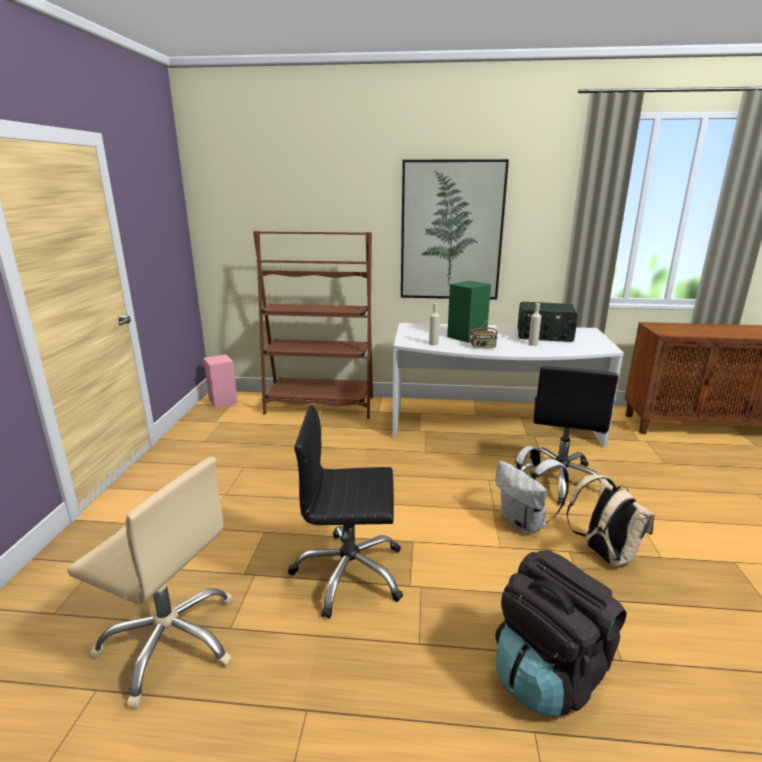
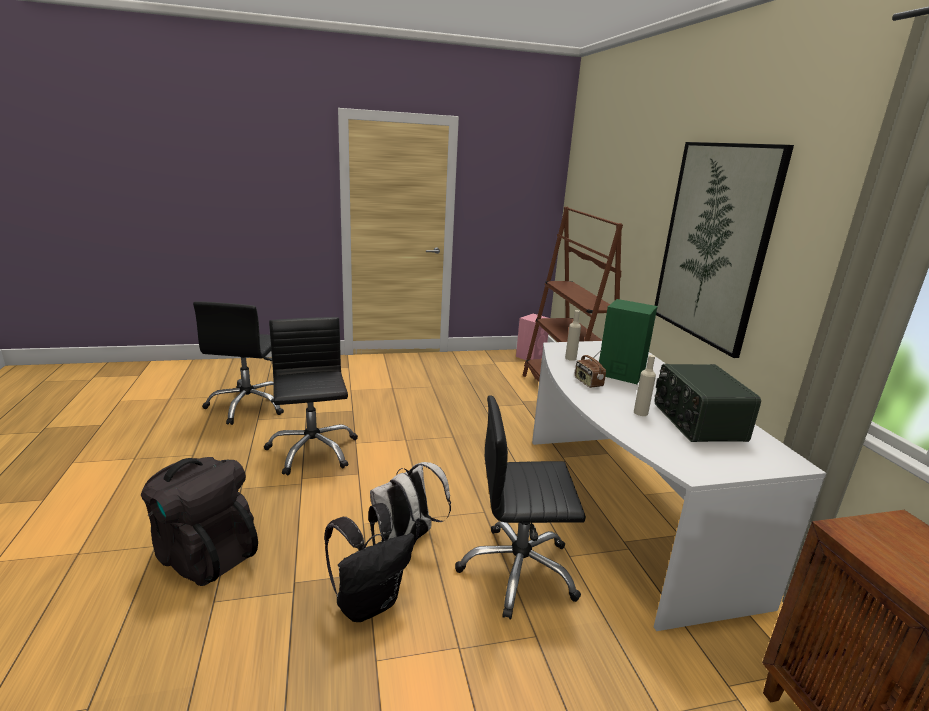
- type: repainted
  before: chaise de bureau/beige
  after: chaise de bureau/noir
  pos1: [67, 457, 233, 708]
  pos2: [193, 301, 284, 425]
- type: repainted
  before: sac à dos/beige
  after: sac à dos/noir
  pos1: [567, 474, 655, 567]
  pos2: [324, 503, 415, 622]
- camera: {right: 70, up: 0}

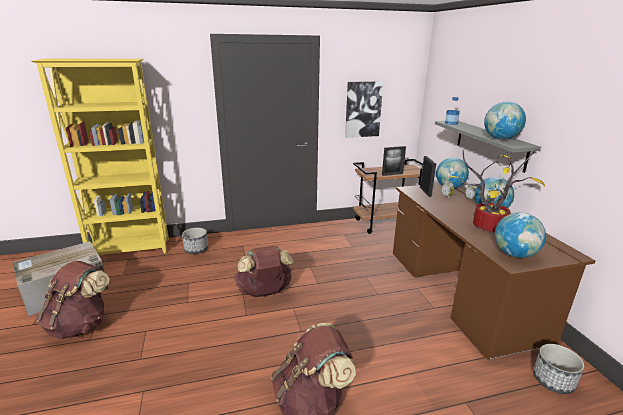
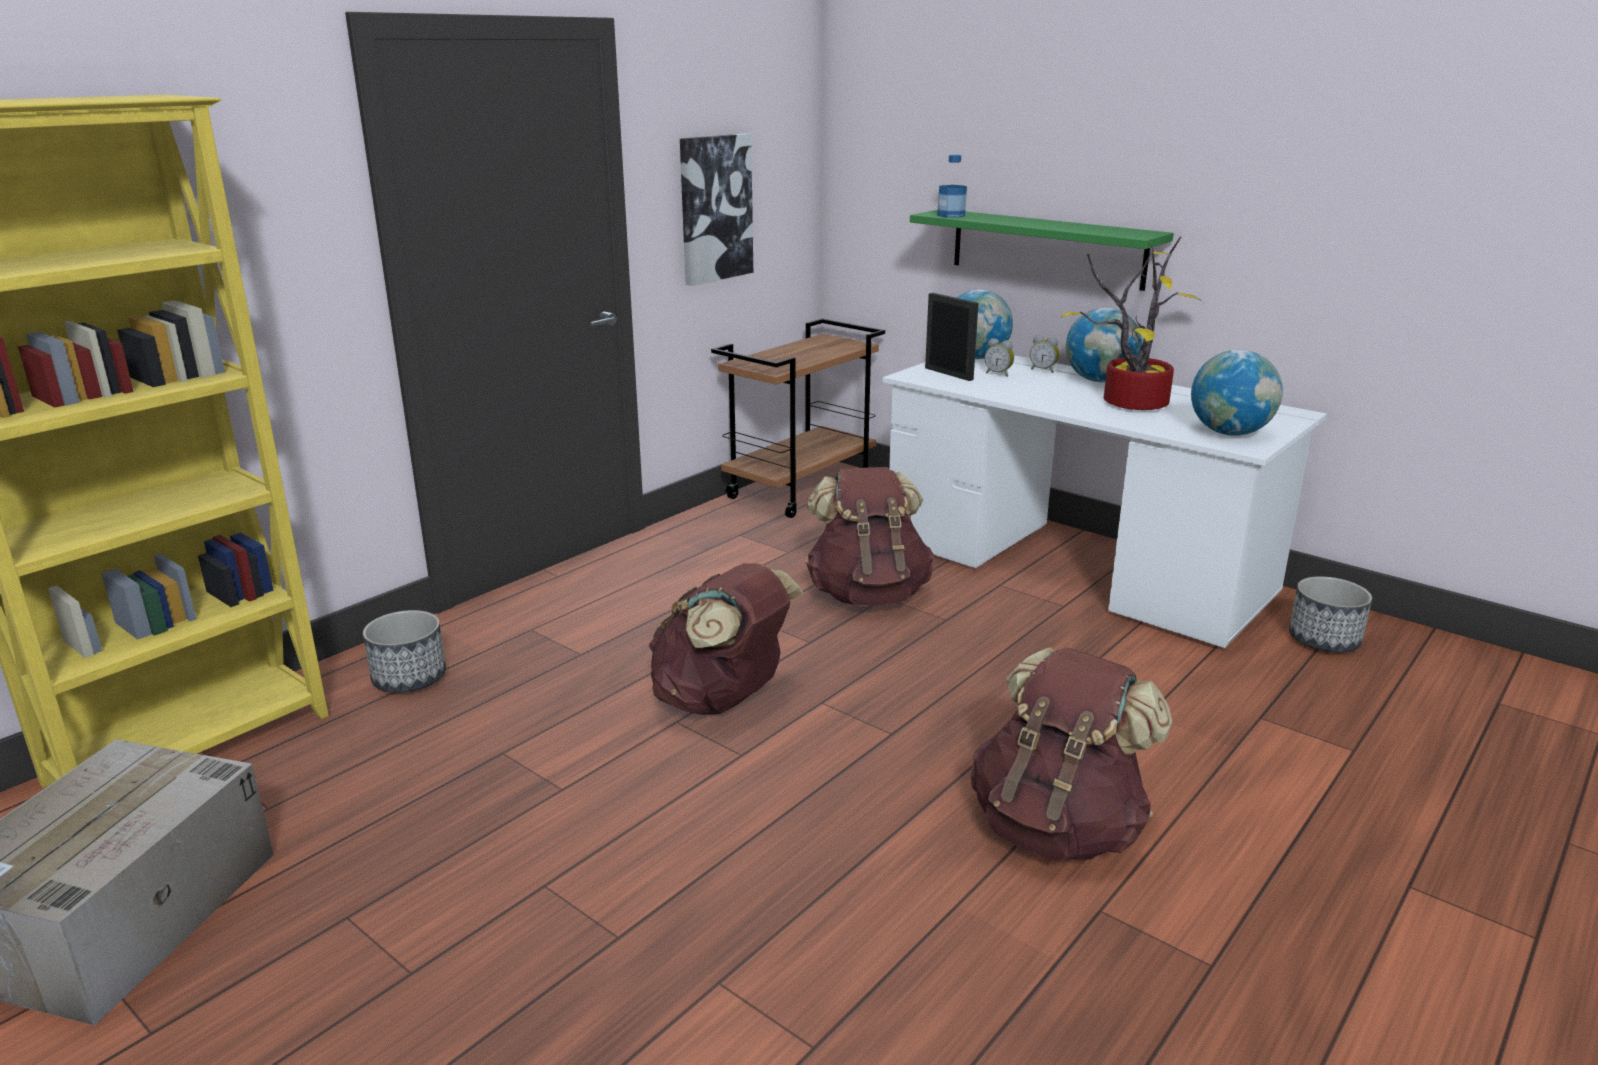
- type: gone
  before: globe
  pos1: [484, 102, 526, 140]
- type: repainted
  before: étagère/gris
  after: étagère/vert
  pos1: [435, 121, 541, 173]
  pos2: [910, 210, 1174, 291]
- type: gone
  before: cadre photo
  pos1: [382, 146, 406, 176]
- type: repainted
  before: bureau/marron
  after: bureau/blanc
  pos1: [393, 183, 596, 360]
  pos2: [883, 355, 1327, 648]
- type: shifted
  before: sac à dos/marron
  pos1: [36, 261, 110, 340]
  pos2: [805, 467, 934, 606]
- camera: {right: -35, up: 0}

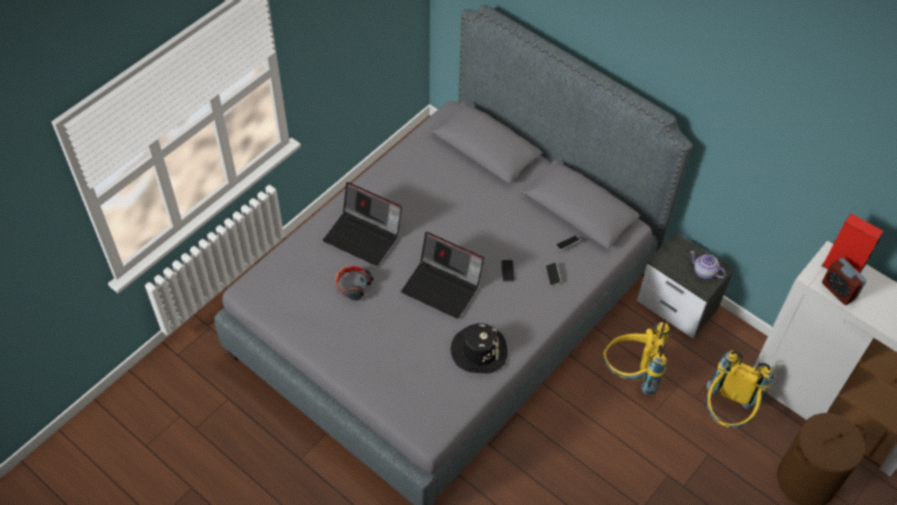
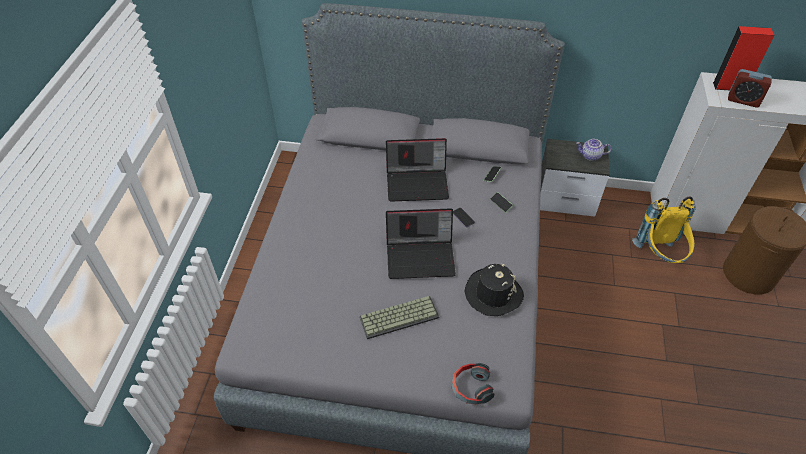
- type: shifted
  before: ordinateur portable
  pos1: [323, 182, 402, 266]
  pos2: [386, 138, 449, 202]
- type: shifted
  before: casque audio
  pos1: [335, 266, 373, 301]
  pos2: [452, 363, 495, 404]
- type: gone
  before: sac à dos/jaune
  pos1: [603, 322, 670, 395]
- type: new
  after: clavier
  pos2: [359, 296, 439, 339]
- camera: {right: -30, up: -5}

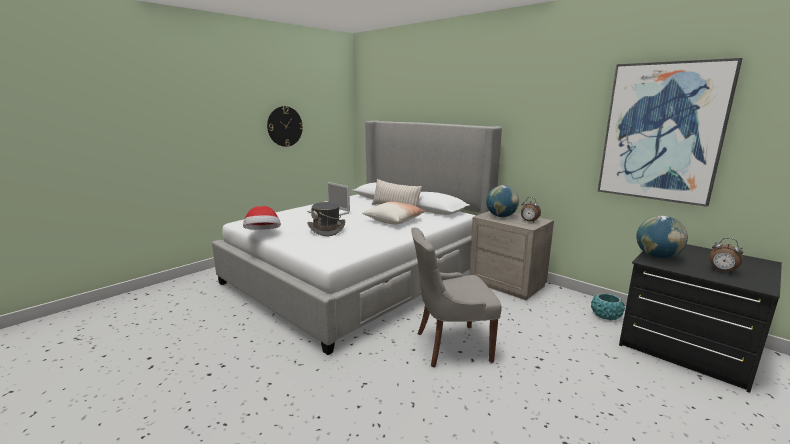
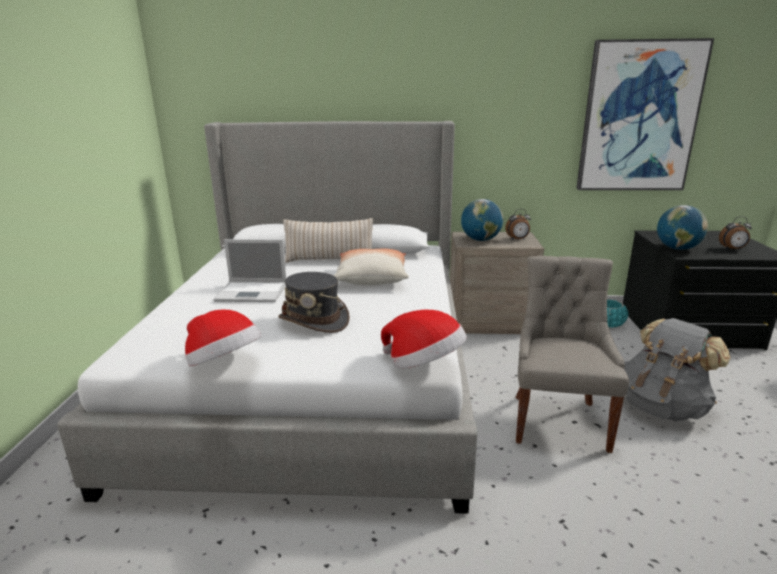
- type: gone
  before: horloge murale
  pos1: [267, 106, 303, 147]
- type: rotated
  before: chaise/gris
  pos1: [411, 228, 502, 367]
  pos2: [515, 256, 629, 453]
  turn: 150
- type: new
  after: chapeau
  pos2: [381, 310, 467, 368]
- type: new
  after: sac à dos/gris
  pos2: [624, 318, 731, 421]
- camera: {right: -40, up: 5}

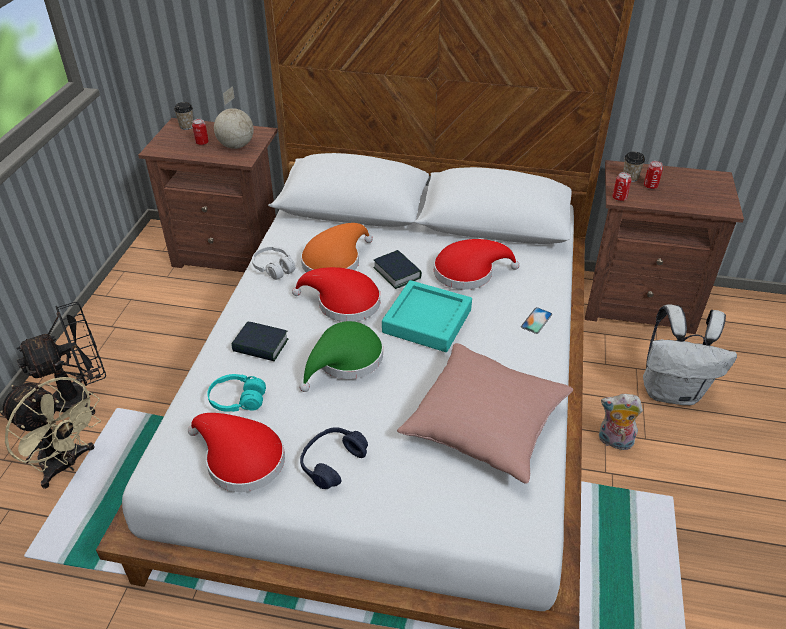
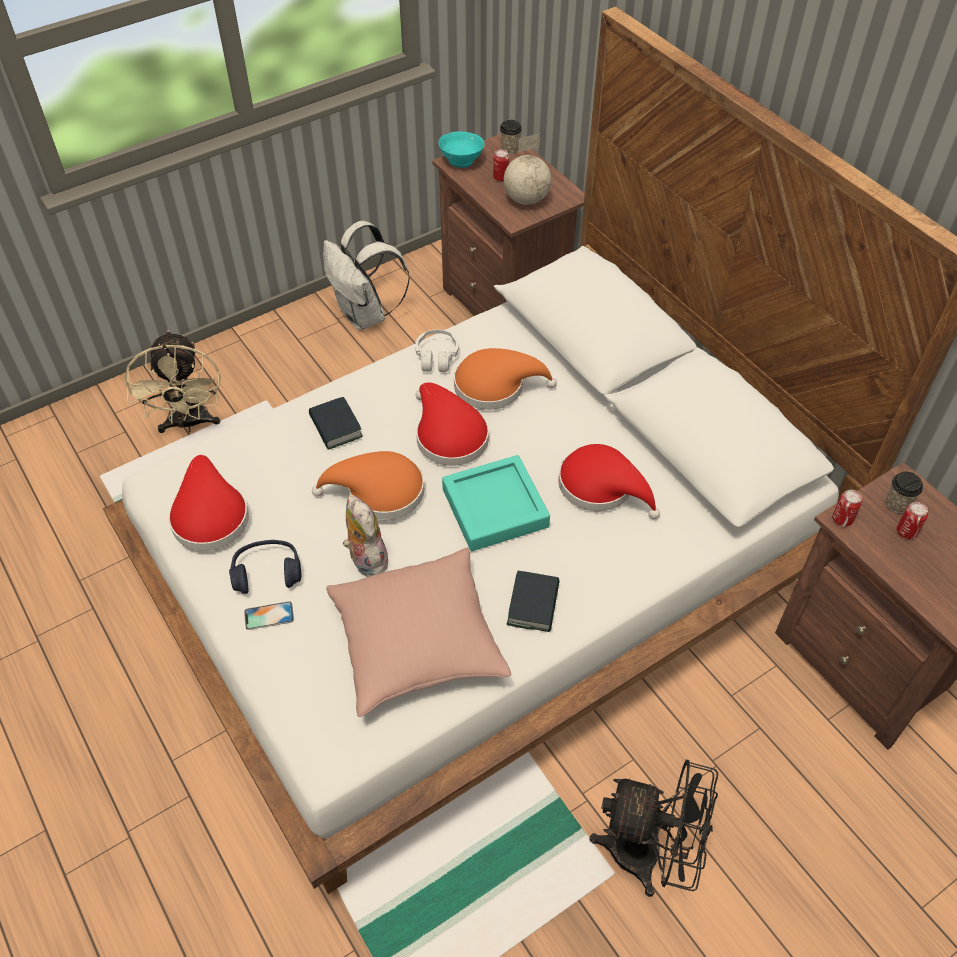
- type: shifted
  before: livre
  pos1: [373, 250, 422, 289]
  pos2: [507, 571, 560, 632]
- type: shifted
  before: ventilateur/noir
  pos1: [17, 302, 106, 415]
  pos2: [589, 760, 718, 897]
- type: shifted
  before: sac à dos/blanc
  pos1: [643, 304, 737, 405]
  pos2: [323, 221, 410, 330]
- type: shifted
  before: téléphone
  pos1: [521, 307, 552, 334]
  pos2: [244, 601, 294, 630]
- type: repainted
  before: chapeau/vert
  after: chapeau/orange
  pos1: [299, 321, 383, 392]
  pos2: [312, 451, 424, 520]
- type: gone
  before: casque audio/turquoise
  pos1: [207, 374, 266, 412]
- type: shifted
  before: peluche
  pos1: [599, 394, 643, 450]
  pos2: [343, 495, 388, 577]
- type: new
  after: bol/turquoise
  pos2: [439, 132, 485, 168]
- camera: {right: 45, up: 10}

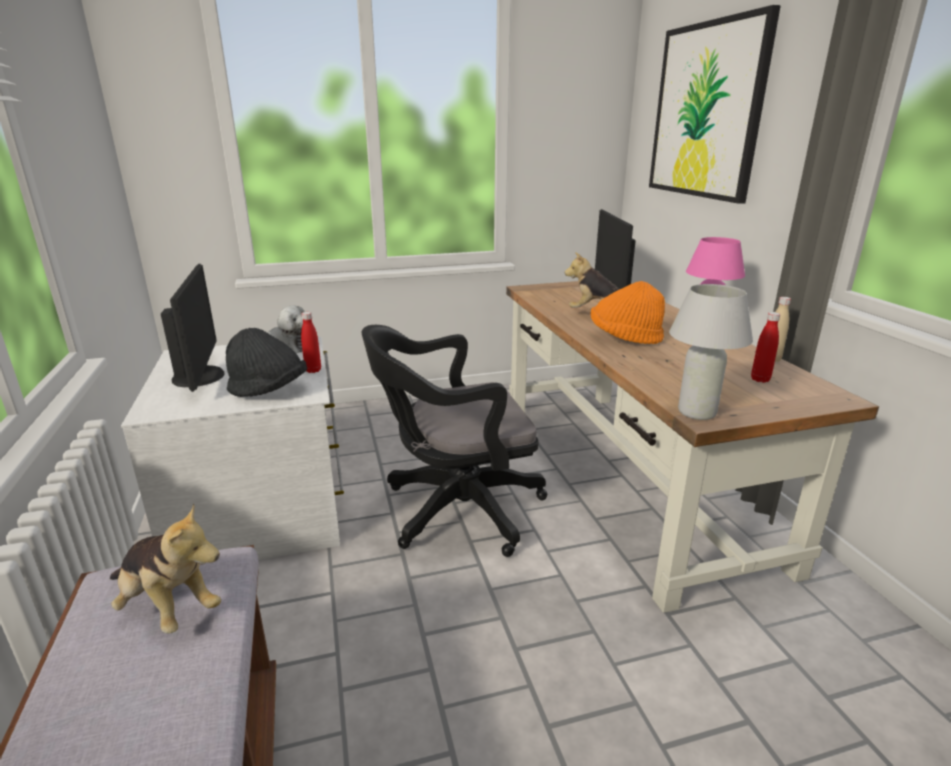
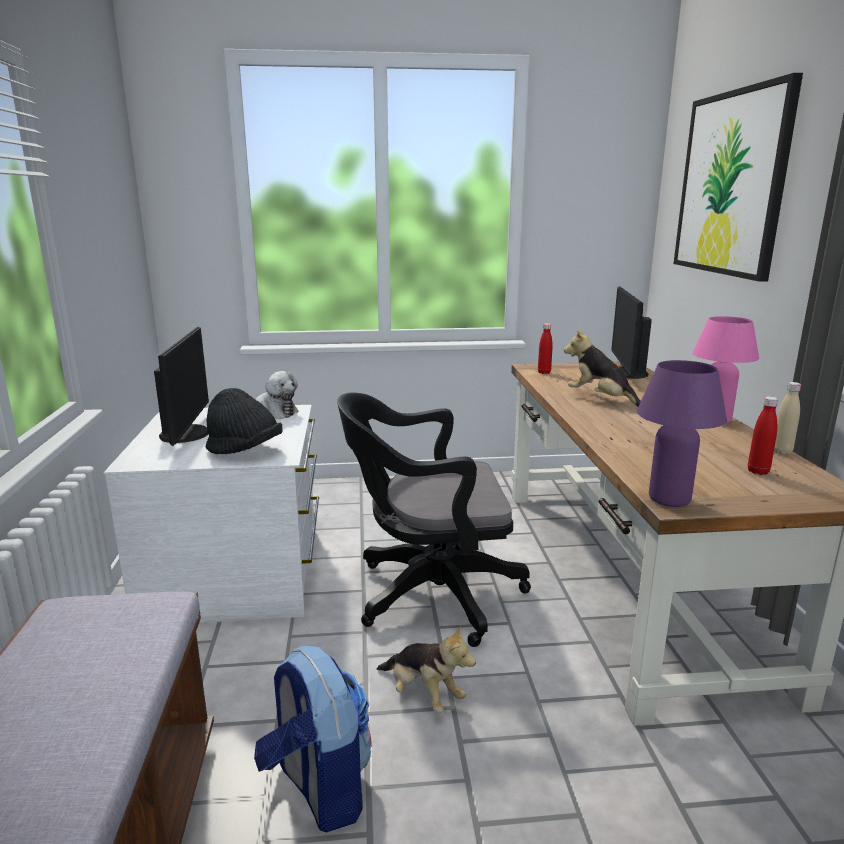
- type: gone
  before: chapeau/orange
  pos1: [590, 281, 665, 344]
- type: repainted
  before: lampe de table/blanc
  after: lampe de table/violet
  pos1: [669, 284, 753, 420]
  pos2: [637, 360, 727, 507]
- type: shifted
  before: bouteille/rouge
  pos1: [301, 312, 321, 373]
  pos2: [538, 323, 553, 374]
- type: shifted
  before: peluche
  pos1: [110, 503, 221, 634]
  pos2: [377, 625, 476, 713]
- type: new
  after: sac à dos
  pos2: [254, 645, 372, 833]
- camera: {right: 10, up: -5}

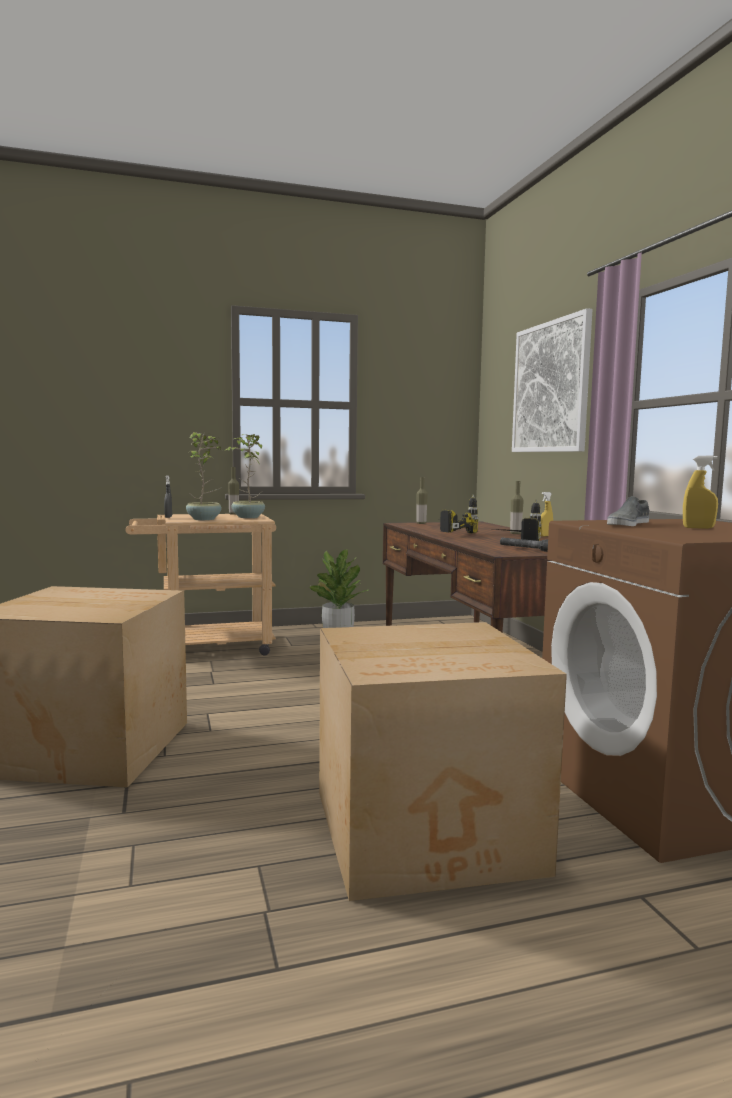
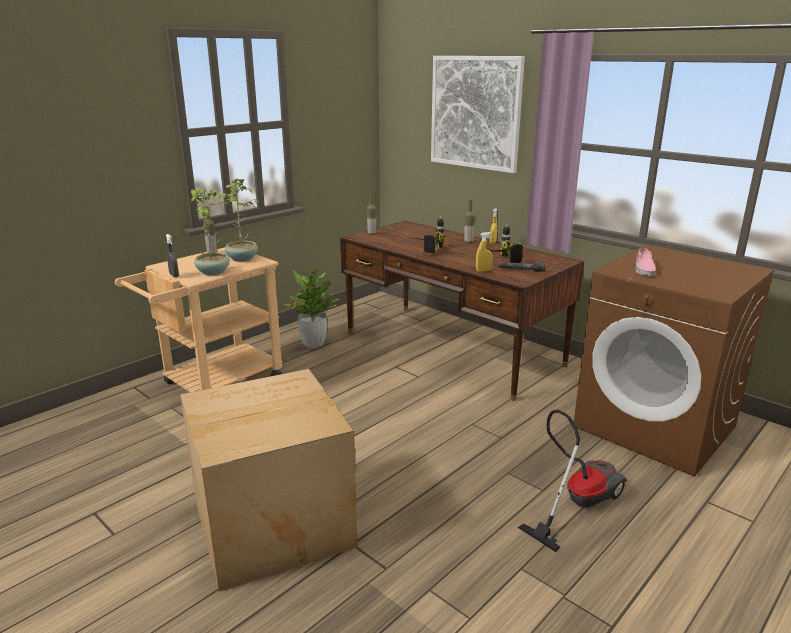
- type: shifted
  before: vaporisateur/jaune
  pos1: [683, 456, 718, 529]
  pos2: [476, 232, 493, 272]
- type: repainted
  before: chaussure/gris
  after: chaussure/rose
  pos1: [607, 496, 649, 526]
  pos2: [635, 248, 656, 276]
- type: swapped
  before: carton
  after: aspirateur
  pos1: [319, 622, 567, 901]
  pos2: [518, 410, 627, 552]
- camera: {right: -30, up: 15}

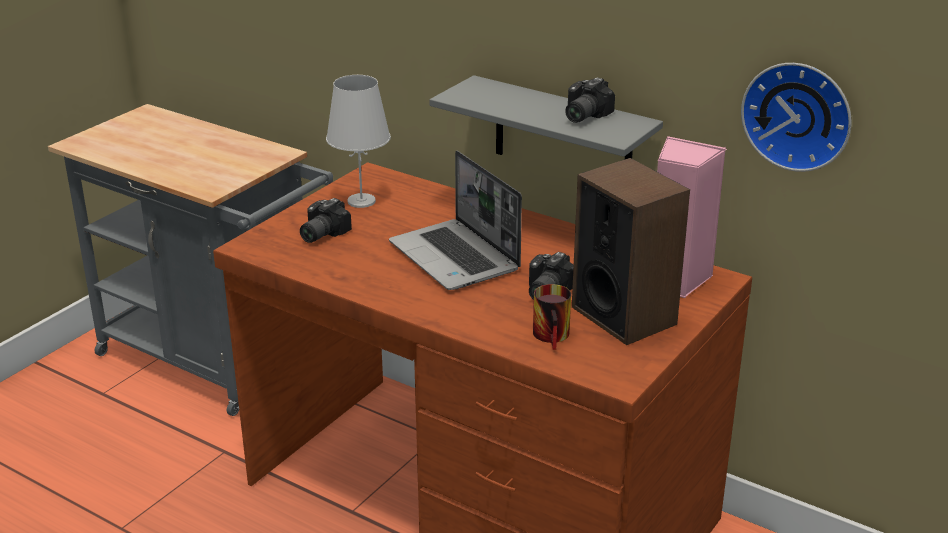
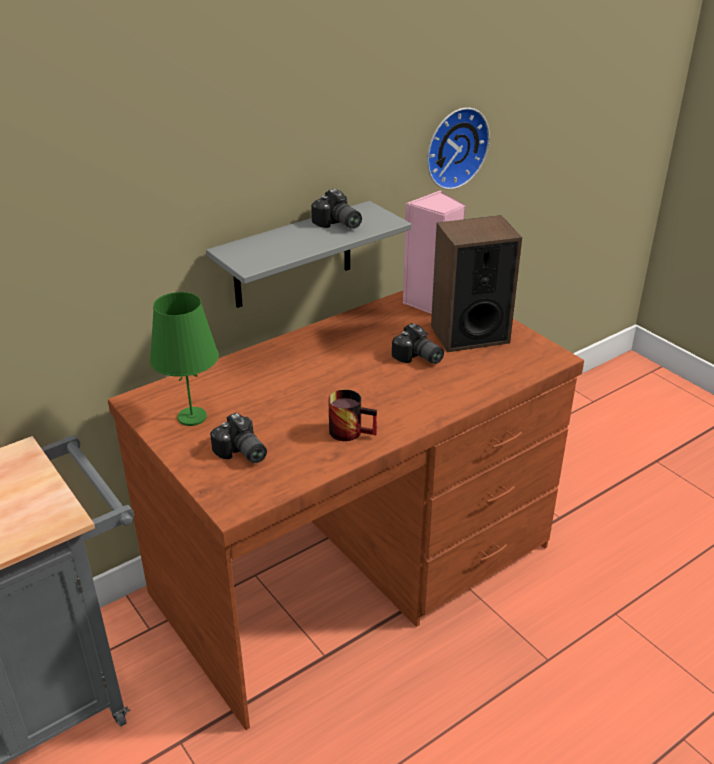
- type: repainted
  before: lampe de table/blanc
  after: lampe de table/vert
  pos1: [326, 75, 391, 208]
  pos2: [150, 292, 219, 426]
- type: gone
  before: ordinateur portable
  pos1: [389, 151, 522, 290]
- type: shifted
  before: mug
  pos1: [533, 284, 571, 350]
  pos2: [328, 389, 377, 441]
- camera: {right: -70, up: 5}

